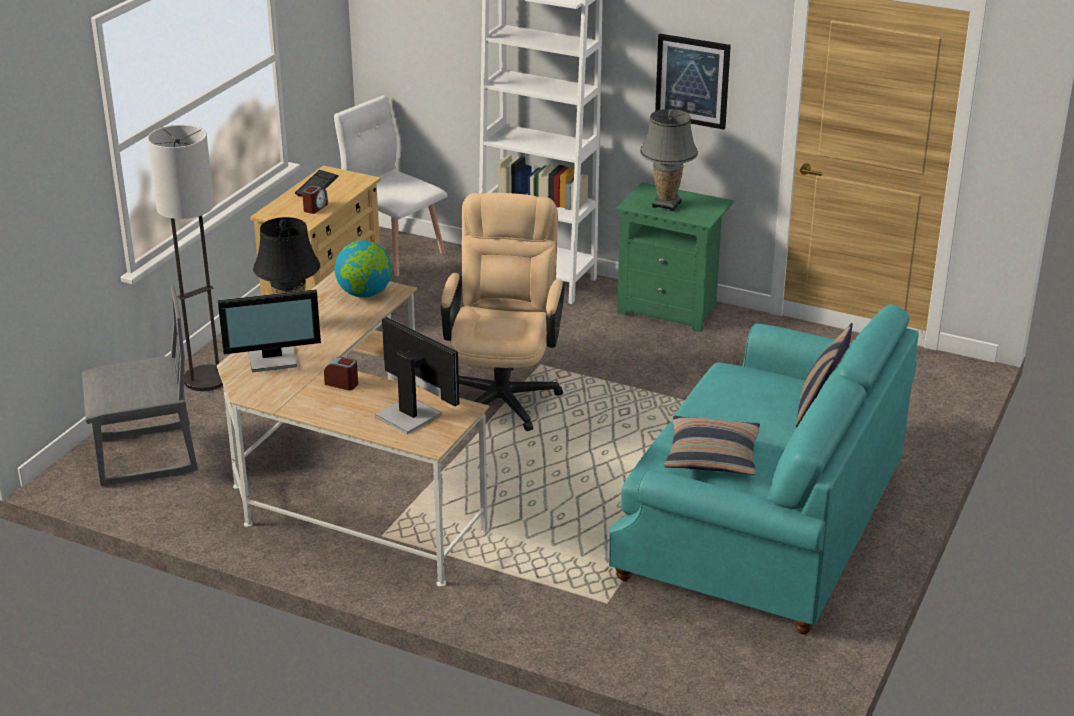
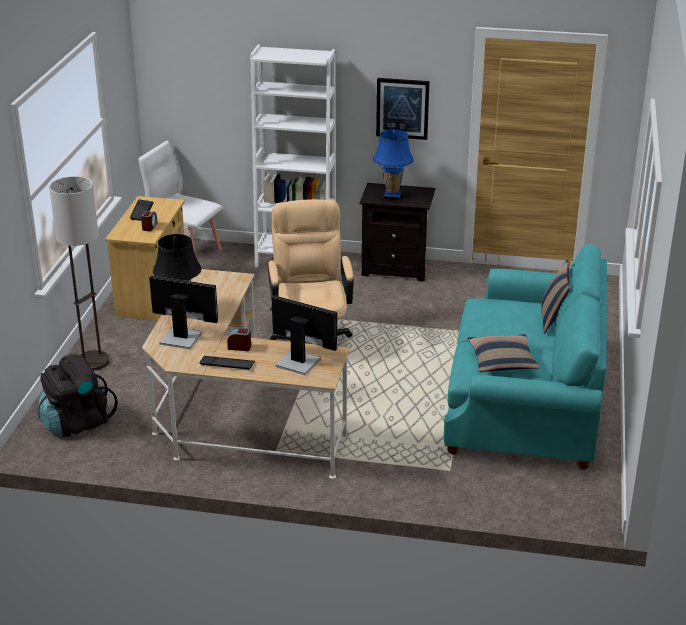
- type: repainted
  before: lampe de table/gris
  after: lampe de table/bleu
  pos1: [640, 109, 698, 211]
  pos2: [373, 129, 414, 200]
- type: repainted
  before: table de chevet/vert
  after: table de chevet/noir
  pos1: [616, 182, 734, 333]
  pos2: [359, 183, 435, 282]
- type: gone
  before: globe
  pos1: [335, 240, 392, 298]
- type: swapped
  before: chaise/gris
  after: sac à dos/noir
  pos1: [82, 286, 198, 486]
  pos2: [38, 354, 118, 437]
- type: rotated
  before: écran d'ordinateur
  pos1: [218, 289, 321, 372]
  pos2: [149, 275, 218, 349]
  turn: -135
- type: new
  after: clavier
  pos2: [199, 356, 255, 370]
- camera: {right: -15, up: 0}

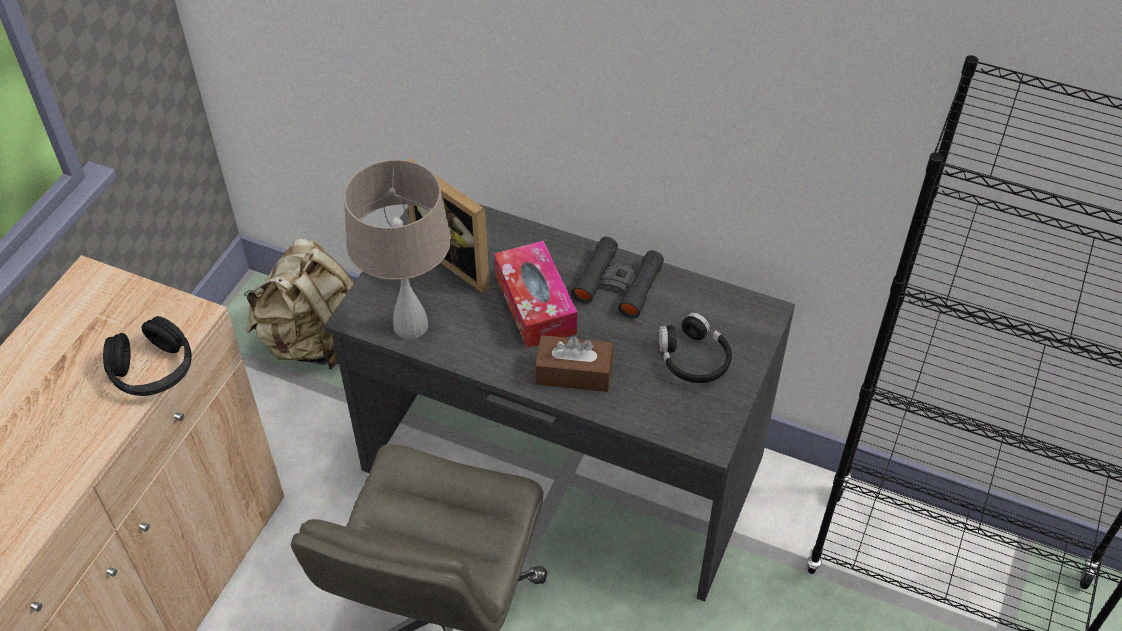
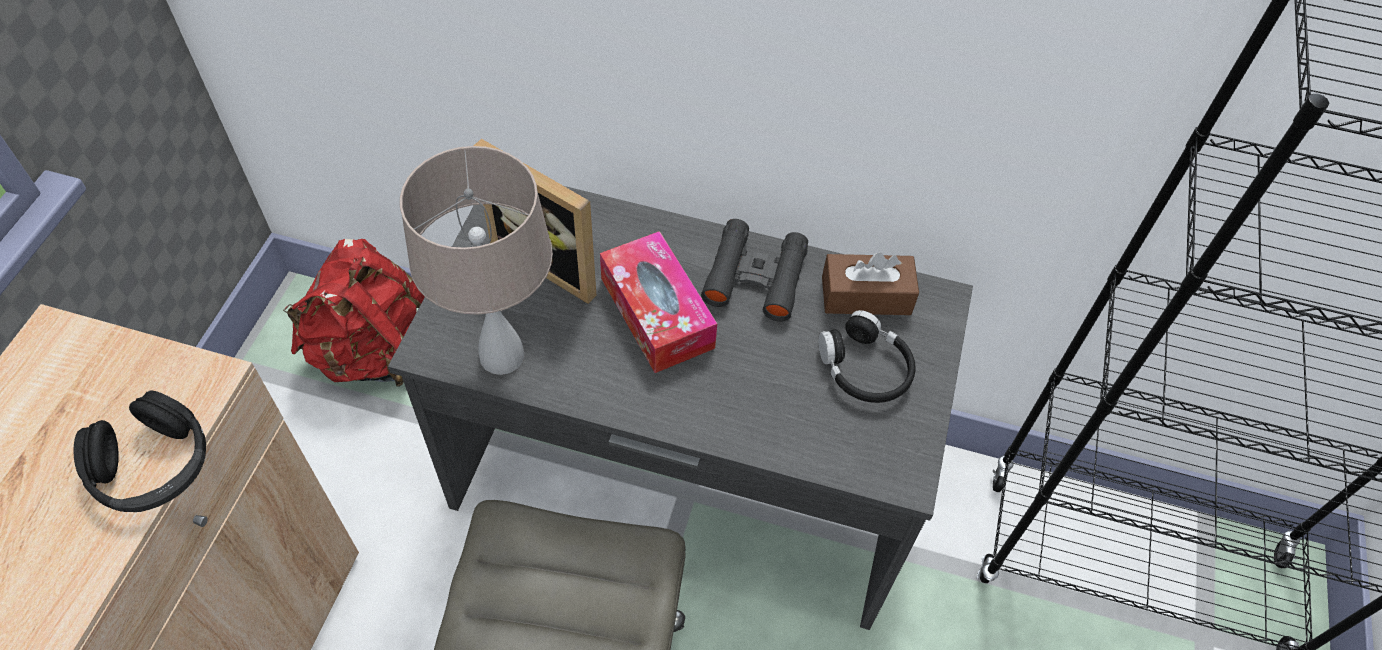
- type: repainted
  before: sac à dos/beige
  after: sac à dos/rouge
  pos1: [244, 238, 355, 369]
  pos2: [283, 239, 425, 387]
- type: shifted
  before: boîte à mouchoirs/marron
  pos1: [535, 335, 613, 392]
  pos2: [822, 253, 919, 315]
- camera: {right: -10, up: 5}

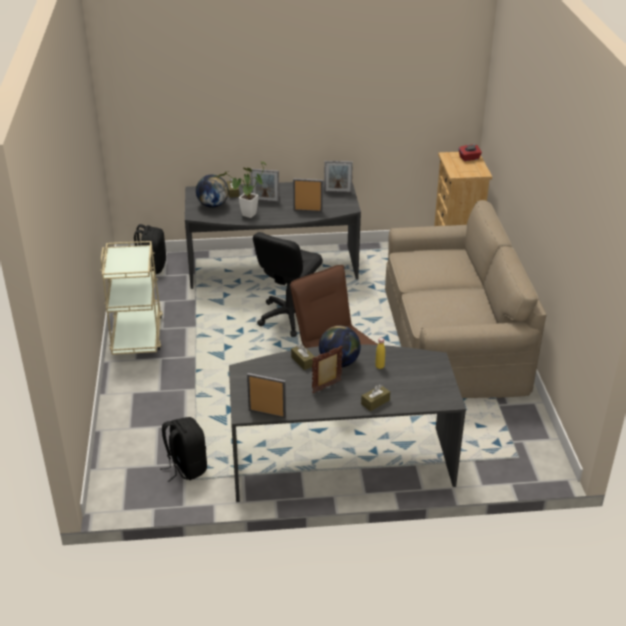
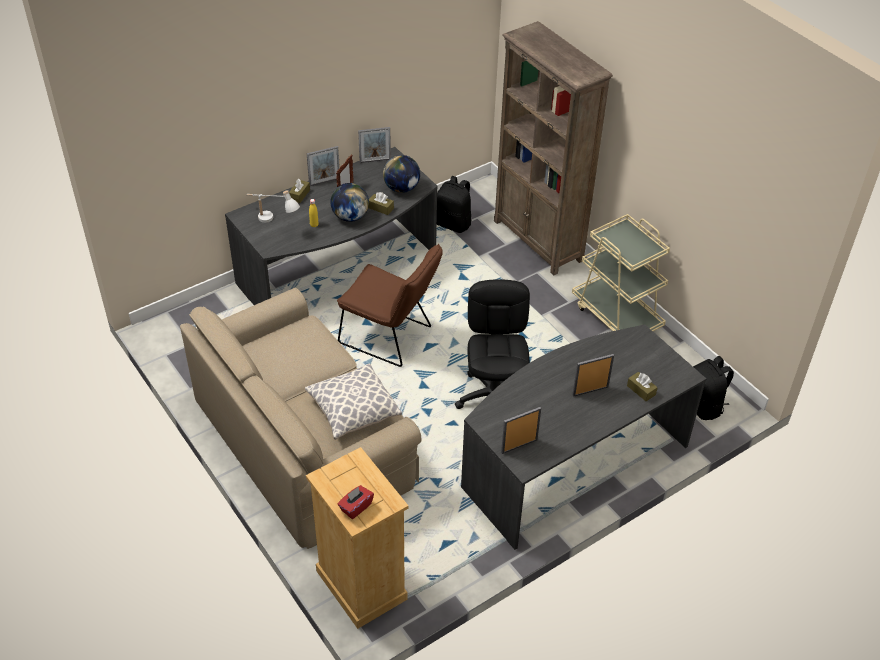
- type: gone
  before: plante en pot
  pos1: [217, 162, 266, 218]
- type: shifted
  before: globe
  pos1: [196, 174, 229, 208]
  pos2: [383, 155, 420, 193]
- type: shifted
  before: cadre photo
  pos1: [293, 179, 323, 212]
  pos2: [307, 146, 340, 186]
- type: new
  after: bibliothèque/marron
  pos2: [494, 21, 613, 275]
- type: new
  after: lampe de table/blanc
  pos2: [246, 190, 300, 223]
- type: new
  after: coussin
  pos2: [305, 363, 402, 440]
- camera: {right: 150, up: 10}

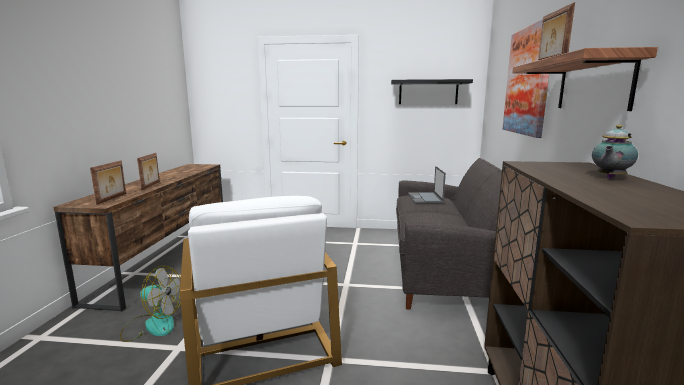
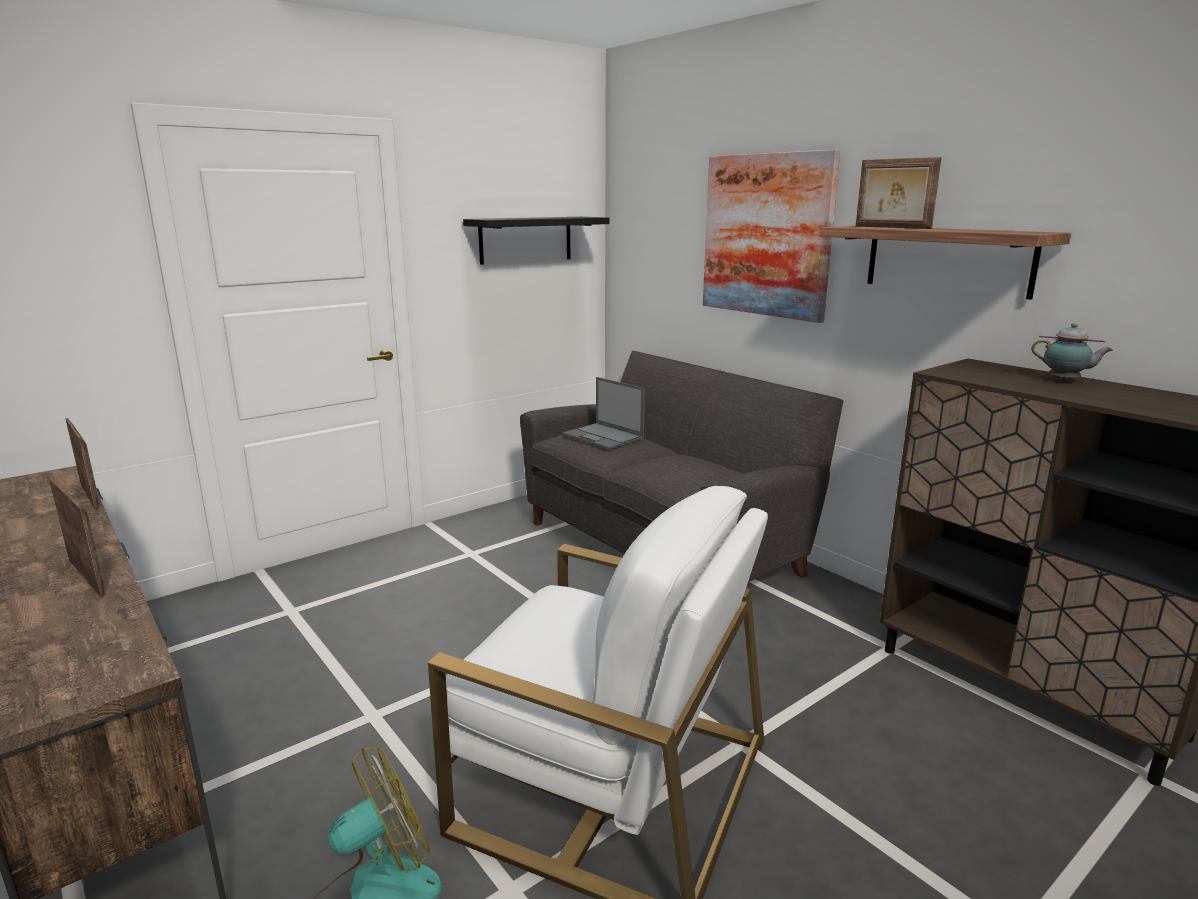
- type: rotated
  before: théière
  pos1: [592, 125, 638, 179]
  pos2: [1031, 323, 1113, 382]
  turn: -60
- type: shifted
  before: cadre photo
  pos1: [90, 160, 126, 205]
  pos2: [65, 418, 99, 511]
- camera: {right: -45, up: 5}

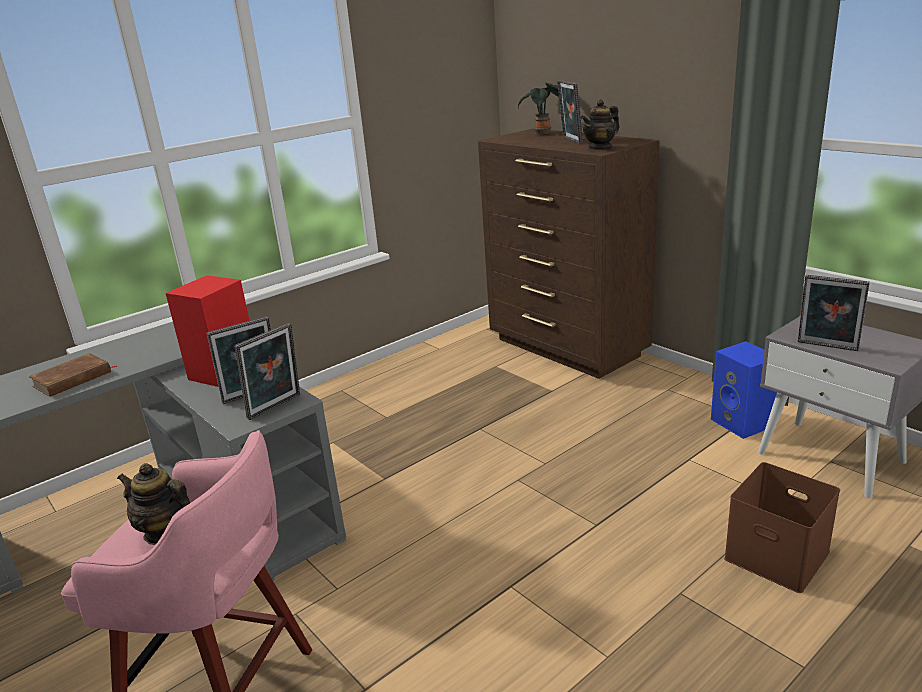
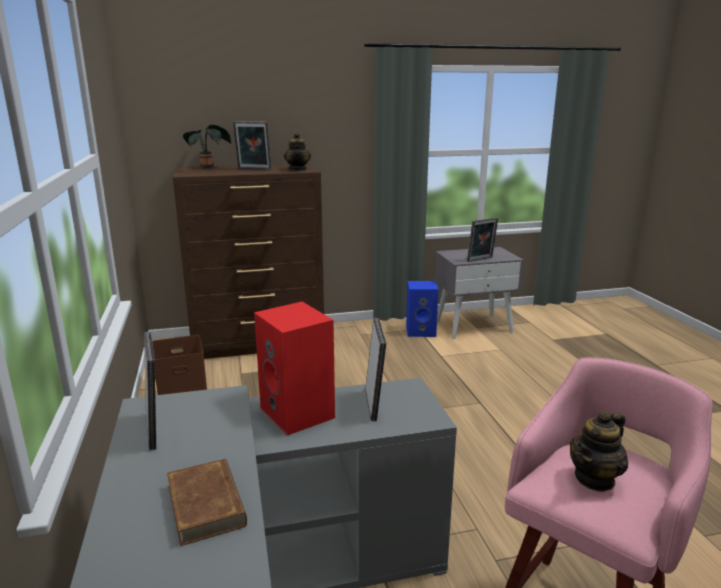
- type: shifted
  before: cadre photo
  pos1: [235, 323, 300, 420]
  pos2: [144, 332, 156, 450]
- type: shifted
  before: boîte de rangement/marron
  pos1: [724, 462, 840, 593]
  pos2: [152, 335, 207, 395]
- camera: {right: -65, up: -5}

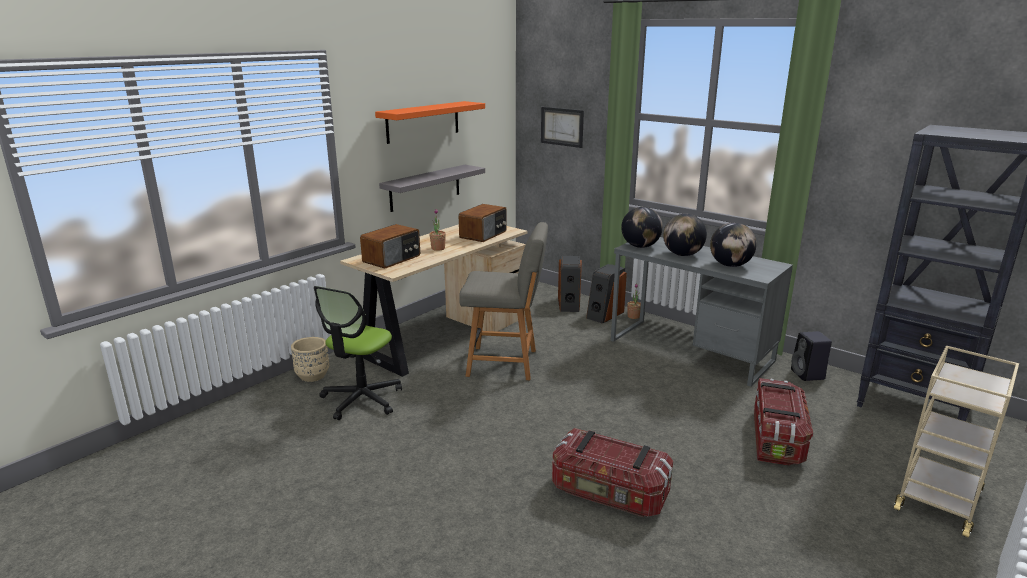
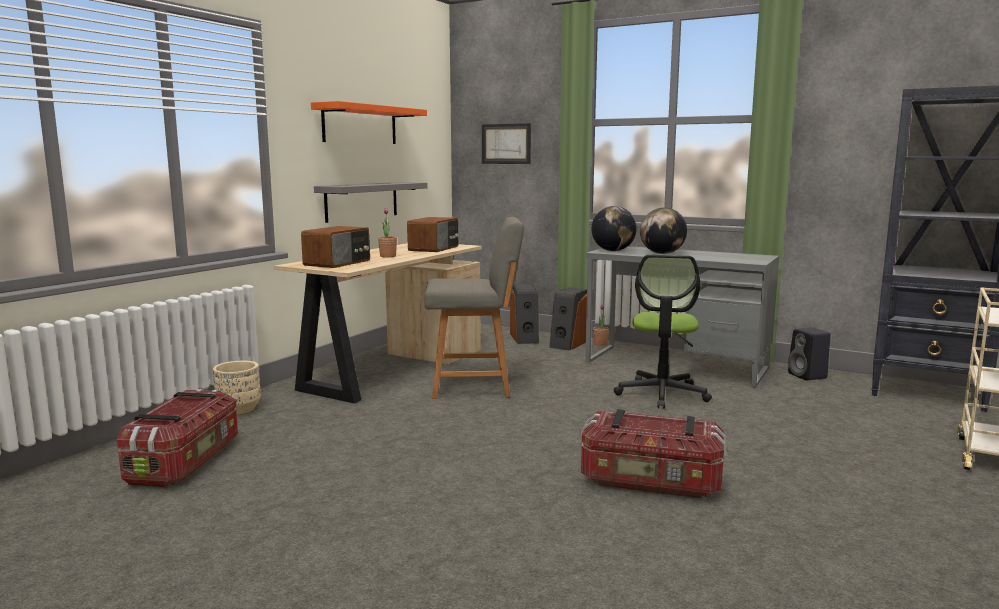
- type: gone
  before: globe
  pos1: [710, 222, 757, 267]
- type: shifted
  before: chaise de bureau
  pos1: [314, 286, 402, 420]
  pos2: [614, 255, 712, 409]
- type: shifted
  before: boîte de rangement
  pos1: [754, 378, 813, 466]
  pos2: [117, 389, 238, 487]
- camera: {right: -10, up: -10}

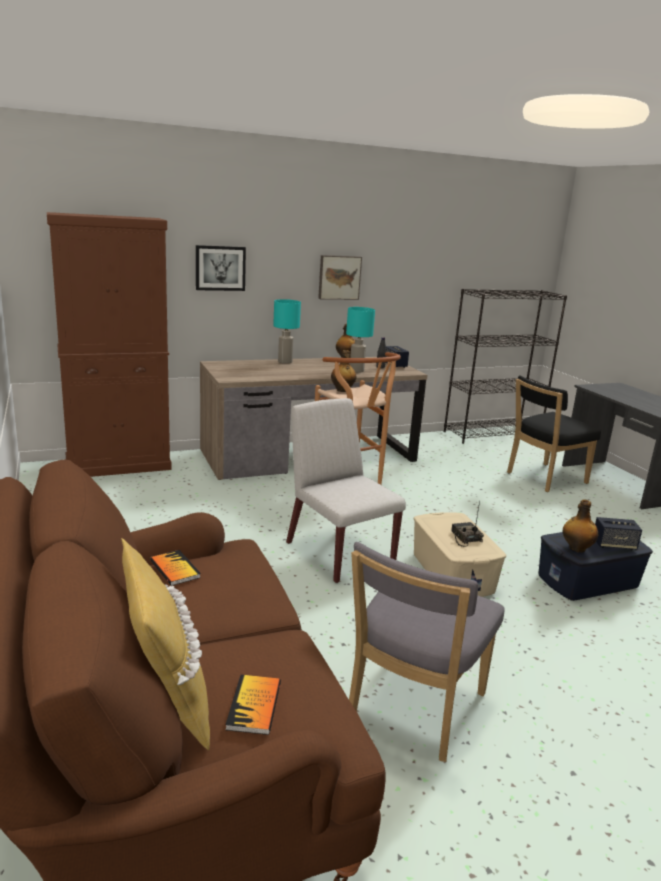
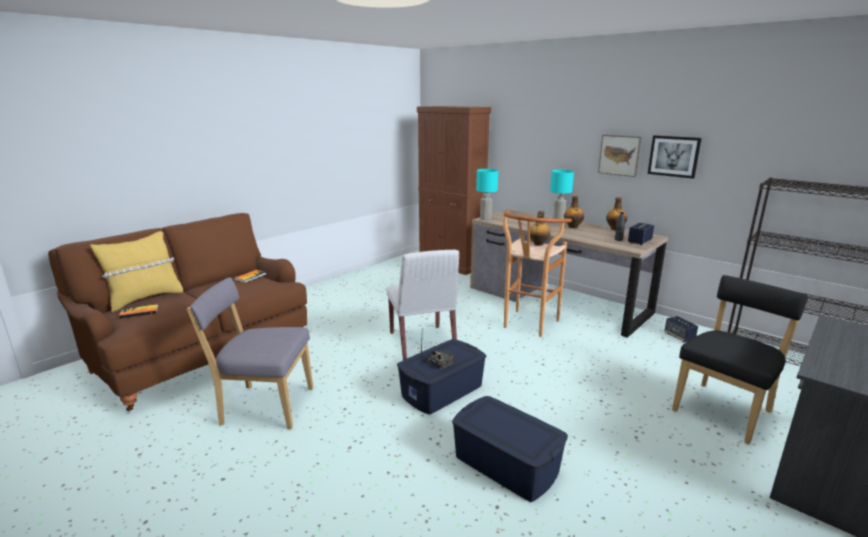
- type: shifted
  before: tableau
  pos1: [196, 245, 246, 291]
  pos2: [648, 135, 702, 179]
- type: shifted
  before: lampe de table/turquoise
  pos1: [346, 307, 375, 373]
  pos2: [476, 169, 498, 220]
- type: rotated
  before: chaise/noir
  pos1: [507, 375, 601, 492]
  pos2: [672, 275, 808, 444]
  turn: 105
- type: rotated
  before: chaise/blanc
  pos1: [286, 398, 406, 583]
  pos2: [387, 250, 459, 360]
  turn: 135
- type: shifted
  before: bouteille
  pos1: [563, 499, 598, 553]
  pos2: [564, 196, 584, 228]
- type: repainted
  before: boîte de rangement/beige
  after: boîte de rangement/bleu
  pos1: [414, 512, 506, 597]
  pos2: [397, 339, 486, 415]
- type: shifted
  before: enceinte
  pos1: [595, 517, 642, 550]
  pos2: [664, 316, 698, 342]
- camera: {right: 65, up: 0}

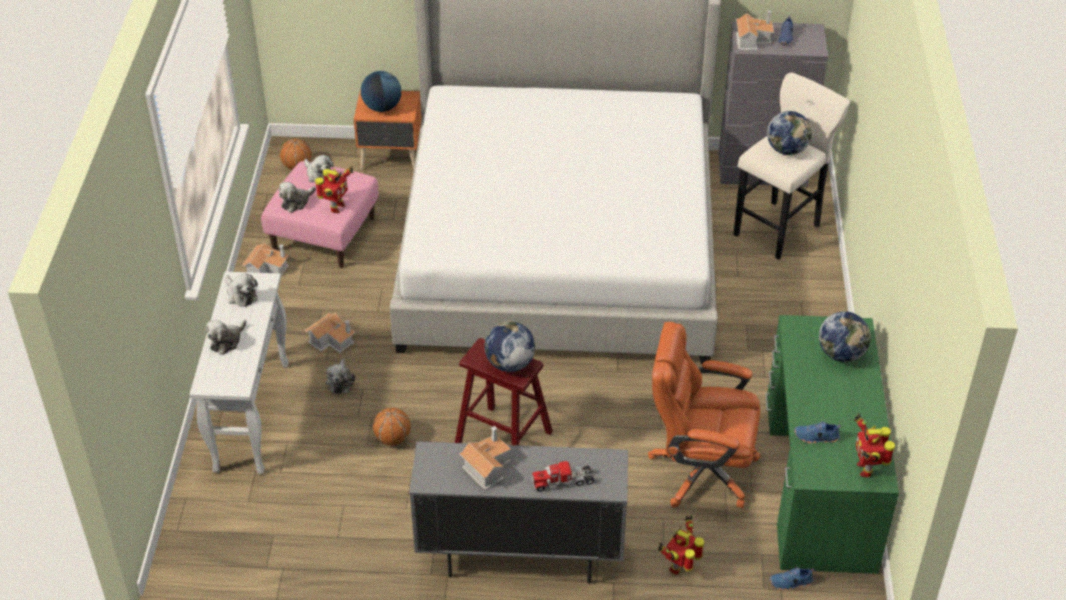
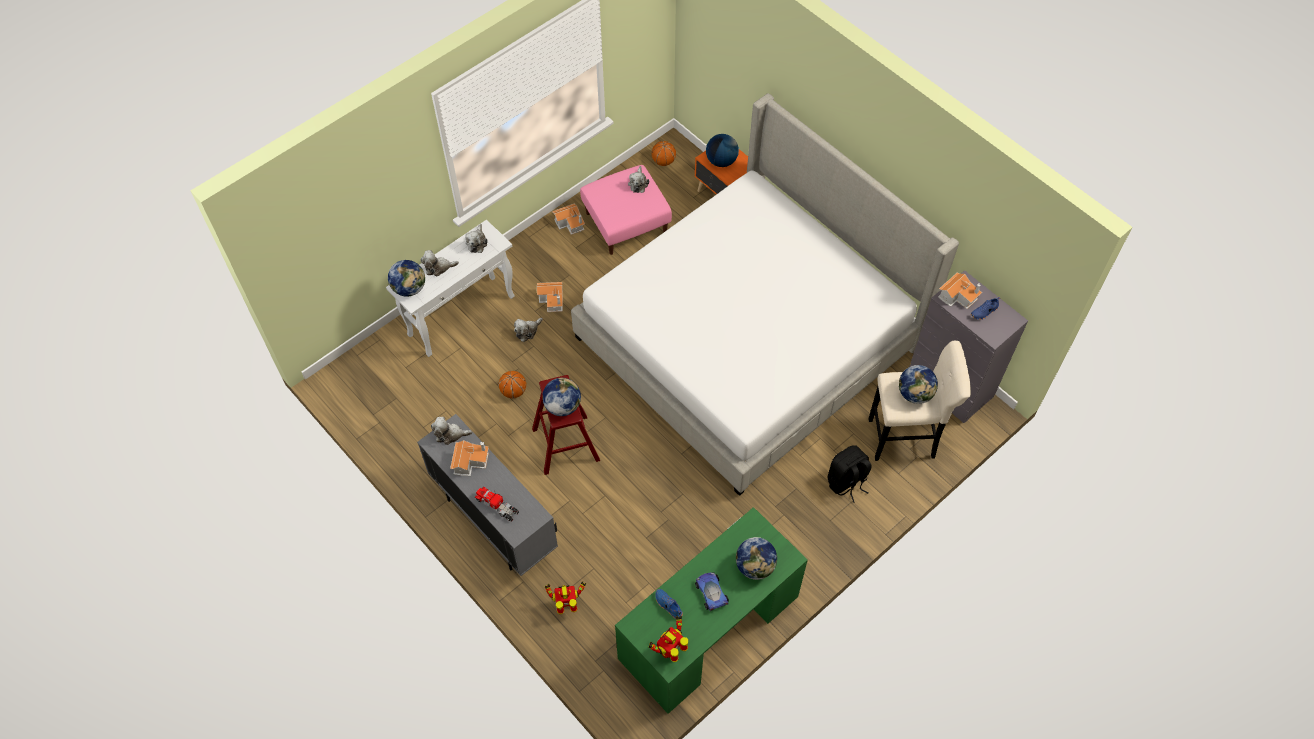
- type: gone
  before: robot jouet
  pos1: [315, 166, 353, 213]
- type: shifted
  before: peluche
  pos1: [279, 182, 316, 213]
  pos2: [431, 417, 472, 445]
- type: gone
  before: chaise de bureau/orange
  pos1: [648, 322, 761, 508]
- type: gone
  before: chaussure/bleu
  pos1: [770, 567, 814, 591]
- type: new
  after: globe
  pos2: [388, 260, 425, 297]
- type: new
  after: sac à dos/noir
  pos2: [828, 445, 871, 503]
- type: new
  after: petite voiture
  pos2: [695, 573, 729, 611]
- camera: {right: 45, up: 15}

